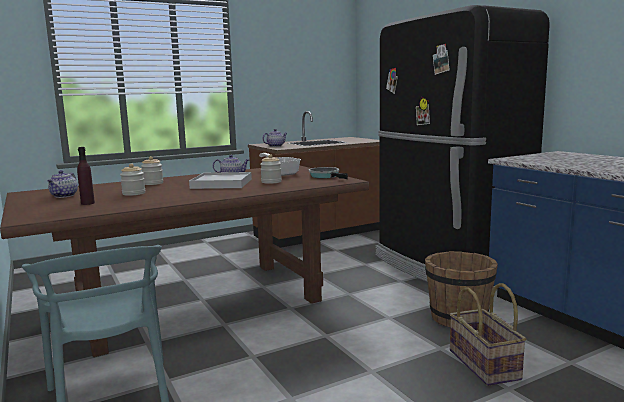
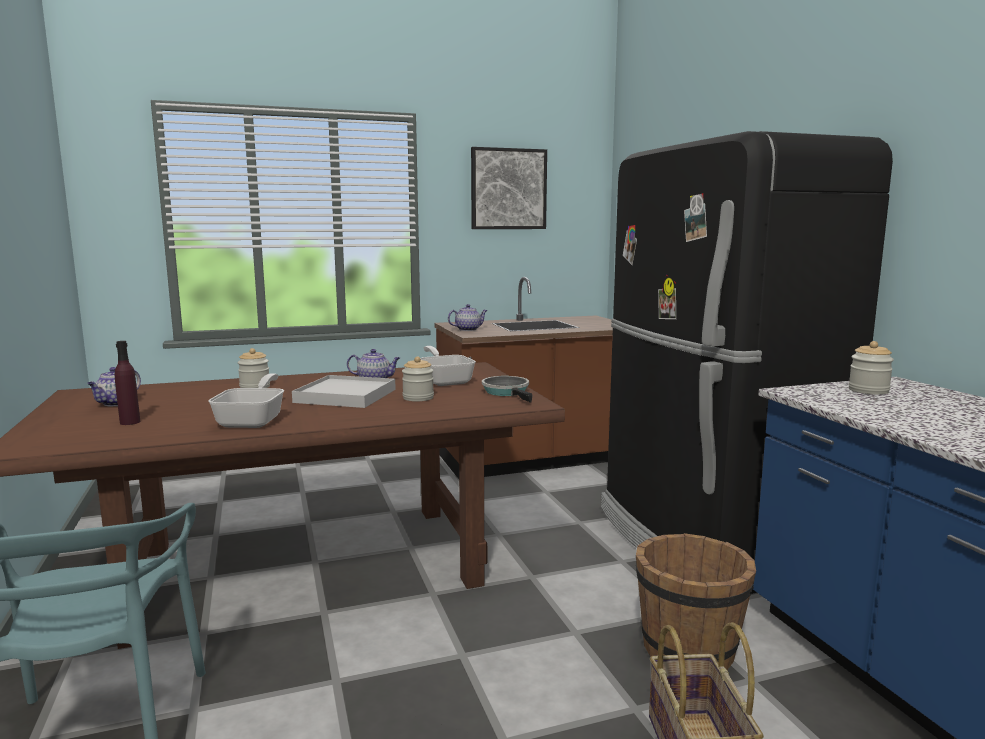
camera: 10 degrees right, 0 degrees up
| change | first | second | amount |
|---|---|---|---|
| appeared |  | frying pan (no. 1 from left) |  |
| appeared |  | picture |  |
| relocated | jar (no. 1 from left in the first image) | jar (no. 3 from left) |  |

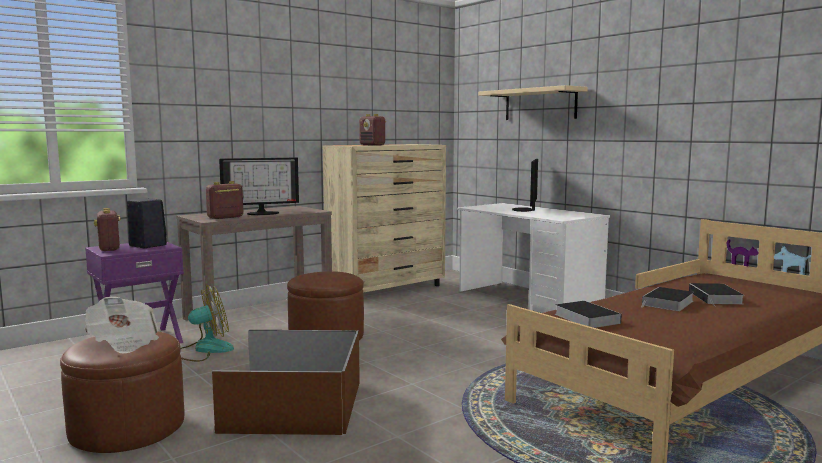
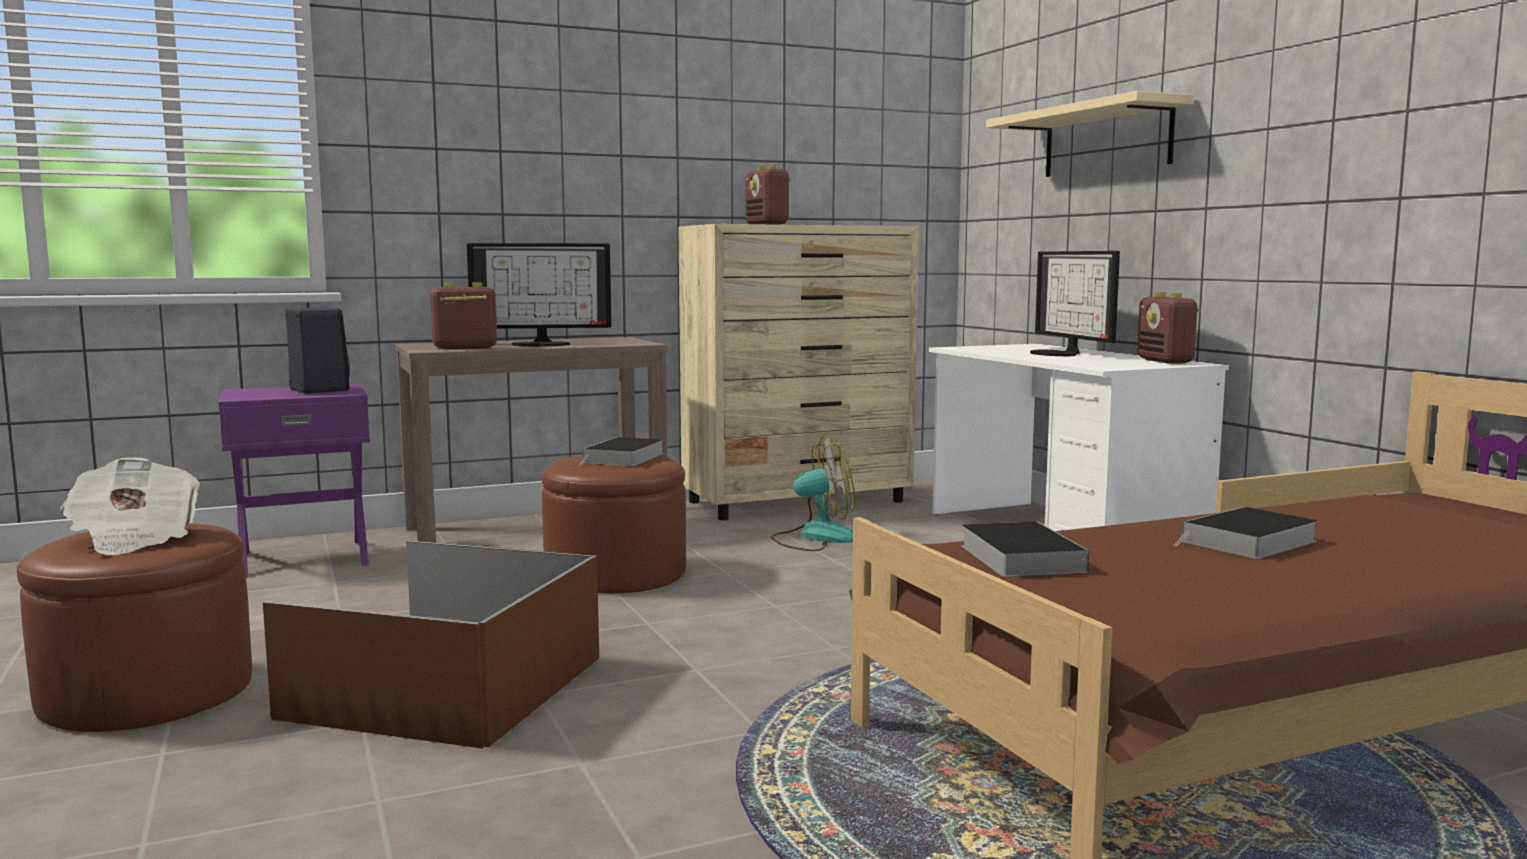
camera: 15 degrees right, 0 degrees up
| change | first | second | amount |
|---|---|---|---|
| relocated | book (no. 3 from left in the first image) | book (no. 1 from left) |  |
| relocated | fan |  |  |
| spun | monitor (no. 2 from left) |  | 45 degrees counterclockwise |
| relocated | radio (no. 1 from left in the first image) | radio (no. 3 from left) |  |

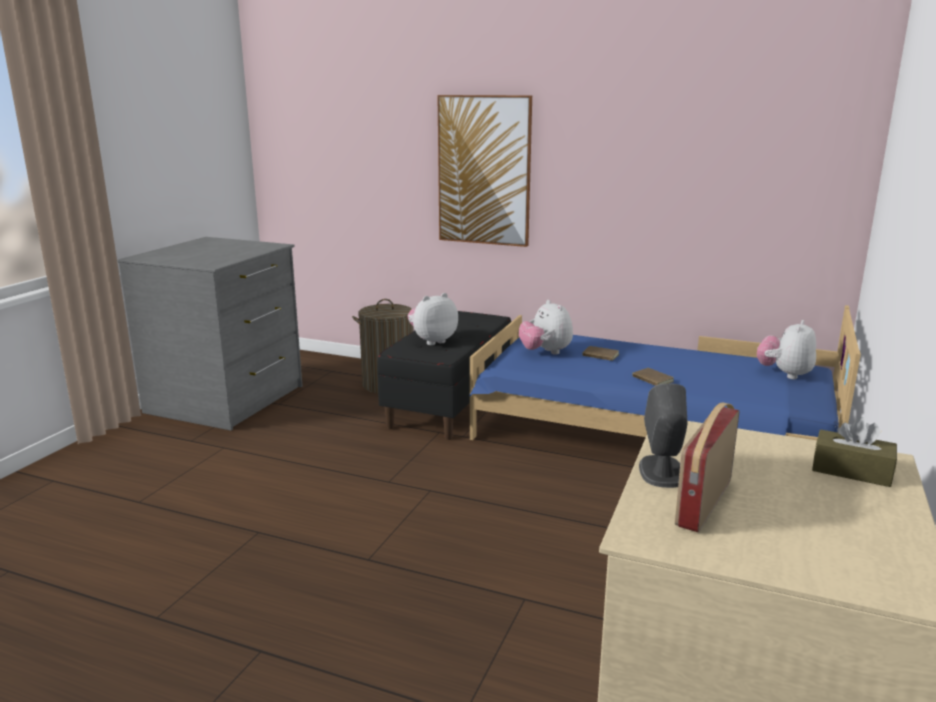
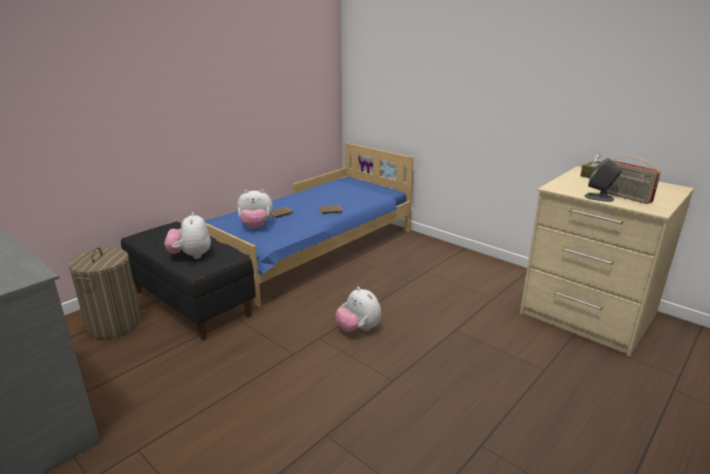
camera: 70 degrees left, 5 degrees up
| change | first | second | amount |
|---|---|---|---|
| relocated | plush toy (no. 3 from left) |  |  |
| missing | picture |  |  |

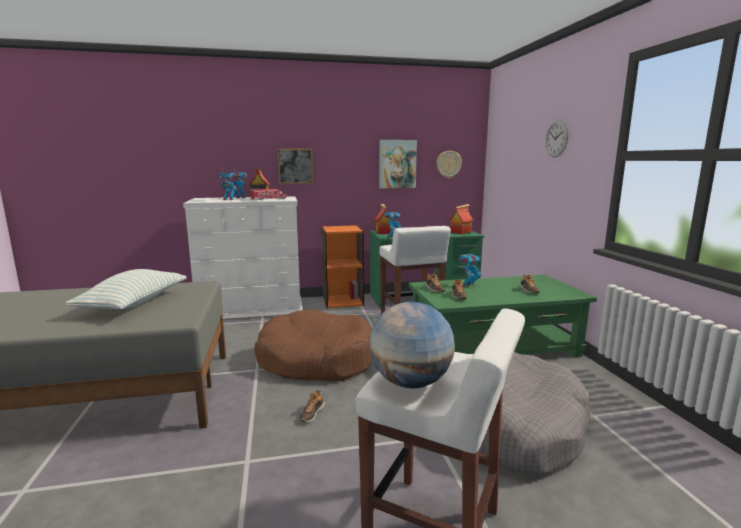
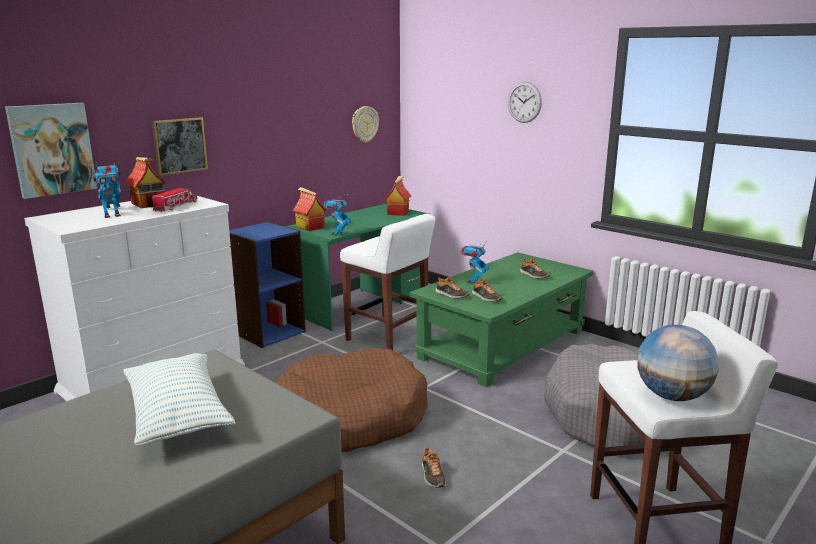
camera: 35 degrees left, 5 degrees up
| change | first | second | amount |
|---|---|---|---|
| relocated | picture (no. 2 from left in the first image) | picture (no. 1 from left) |  |
| colour | orange bookcase | blue bookcase |  |

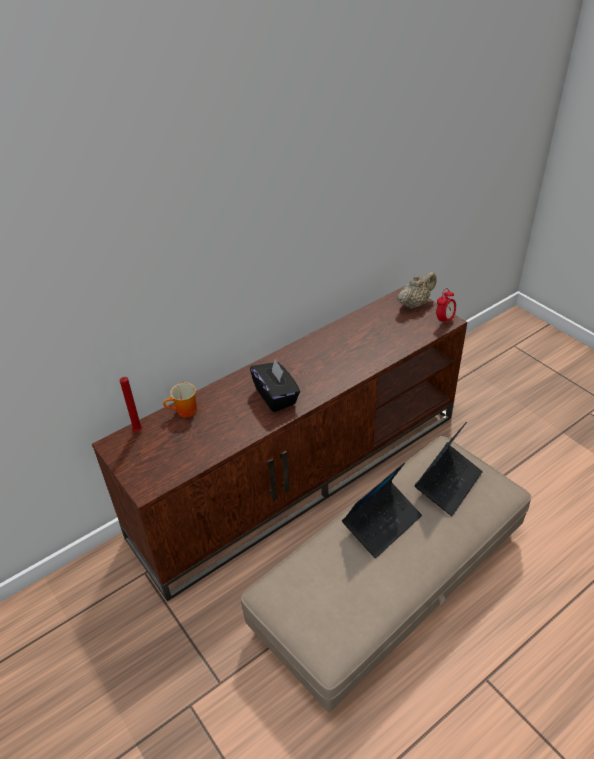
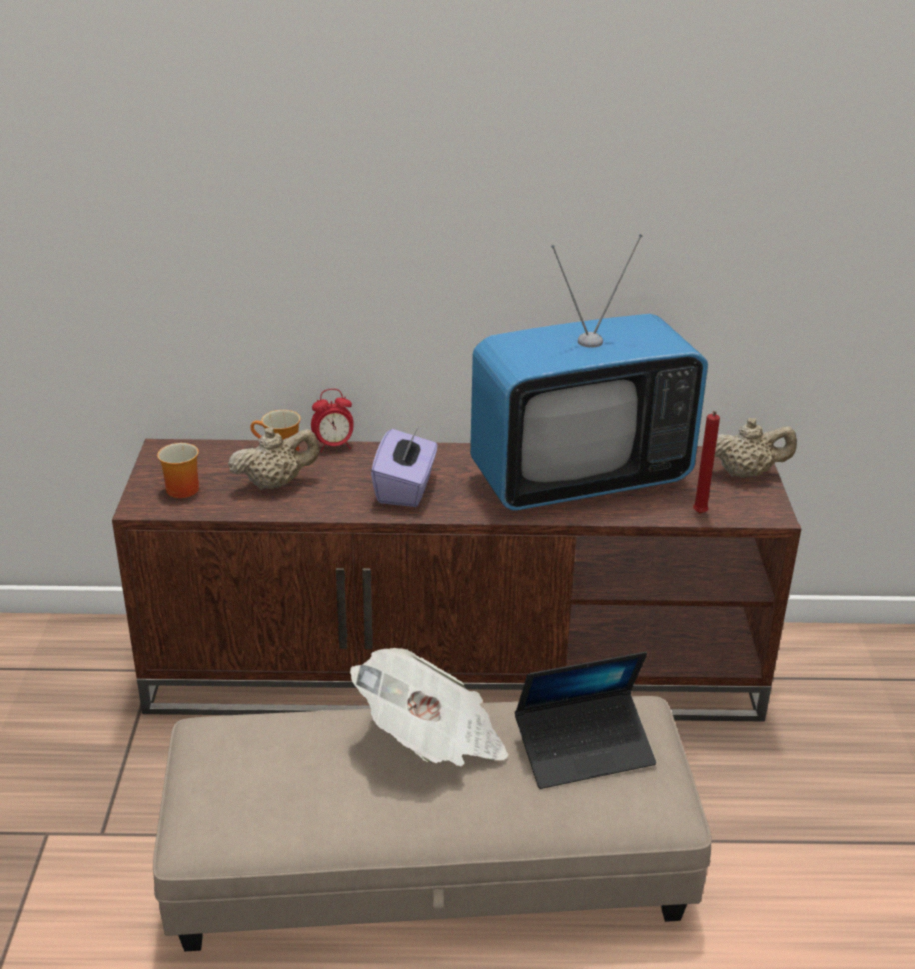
camera: 35 degrees right, 10 degrees down
| change | first | second | amount |
|---|---|---|---|
| appeared |  | mug (no. 1 from left) |  |
| appeared |  | beige teapot (no. 1 from left) |  |
| relocated | alarm clock |  |  |
| exchanged | laptop (no. 1 from left) | newspaper |  |
| colour | black tissue box | purple tissue box |  |
| appeared |  | television |  |
| relocated | red candle |  |  |

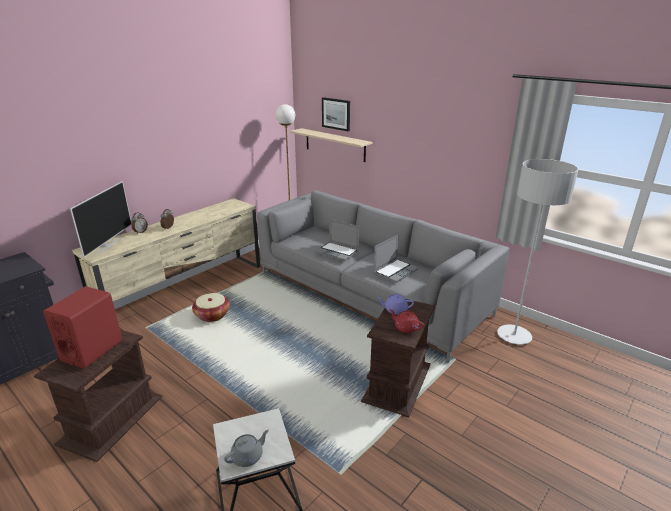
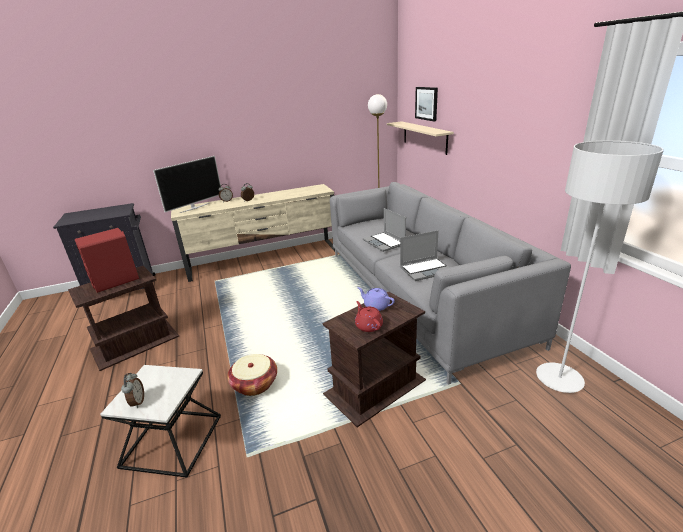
camera: 30 degrees right, 0 degrees up
| change | first | second | amount |
|---|---|---|---|
| exchanged | grey teapot | alarm clock (no. 1 from left) |  |
| relocated | basket |  |  |

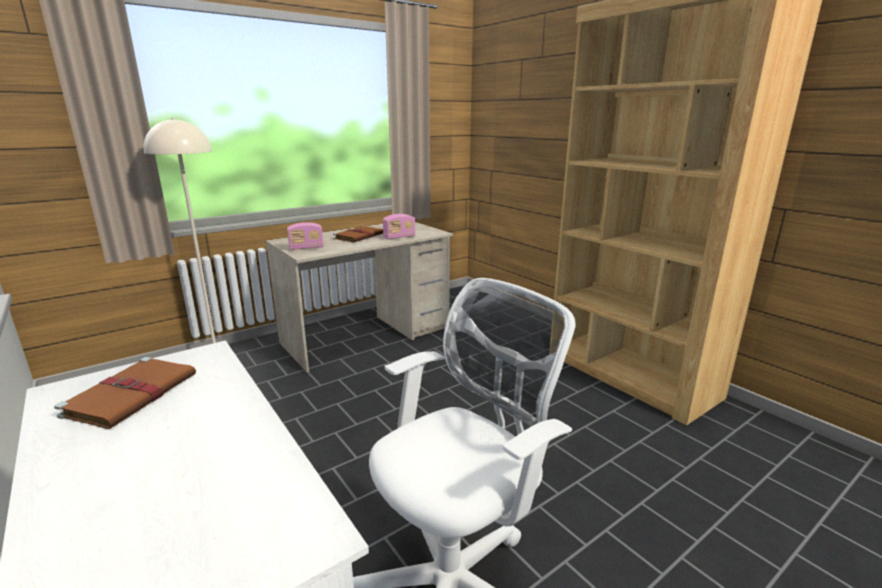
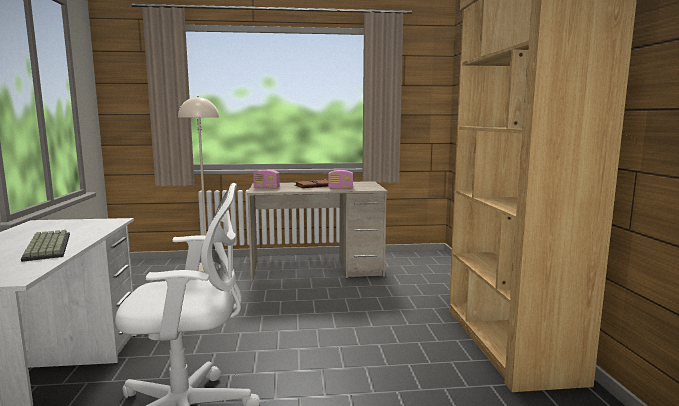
camera: 30 degrees right, 10 degrees down
| change | first | second | amount |
|---|---|---|---|
| appeared |  | keyboard |  |
| missing | brown book (no. 1 from left) |  |  |

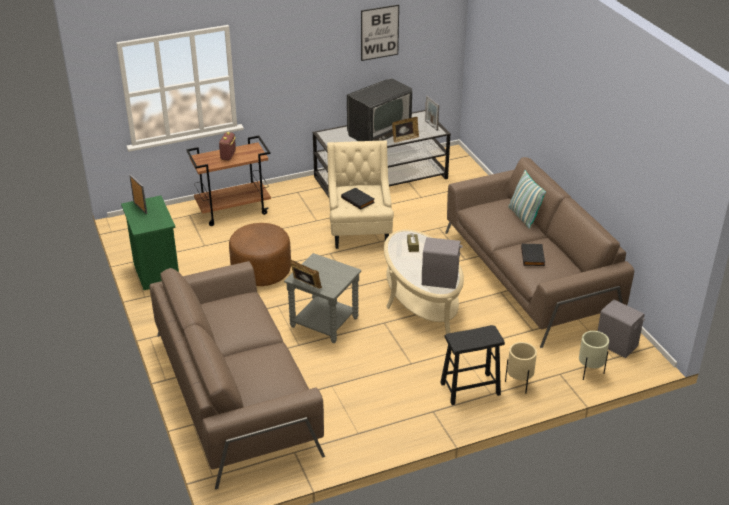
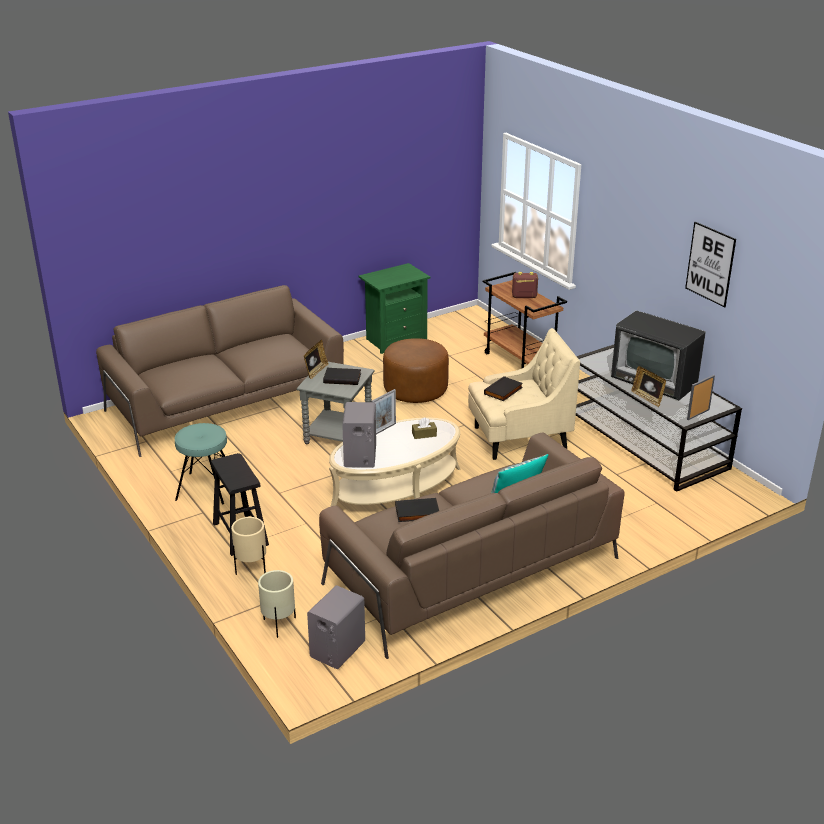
camera: 80 degrees right, 5 degrees down
| change | first | second | amount |
|---|---|---|---|
| appeared |  | turquoise stool |  |
| appeared |  | black book (no. 1 from left) |  |
| relocated | picture frame (no. 1 from left in the first image) | picture frame (no. 2 from left) |  |

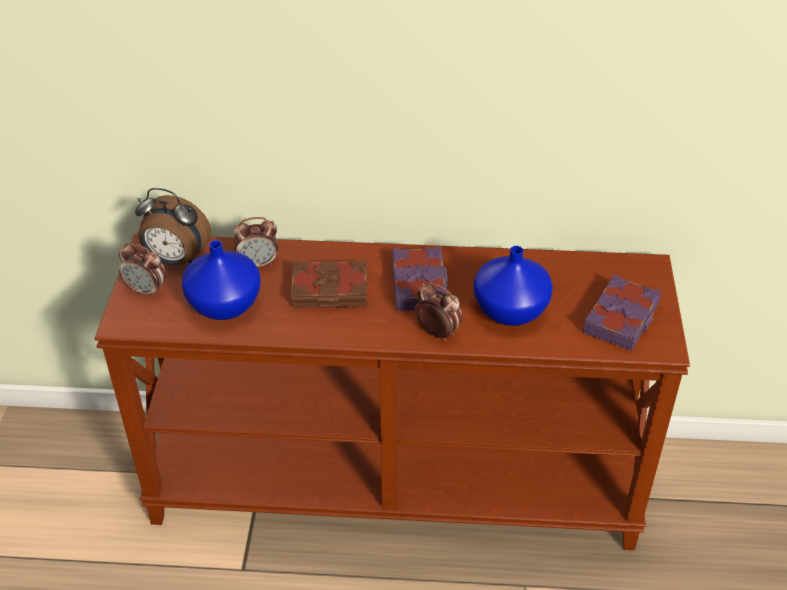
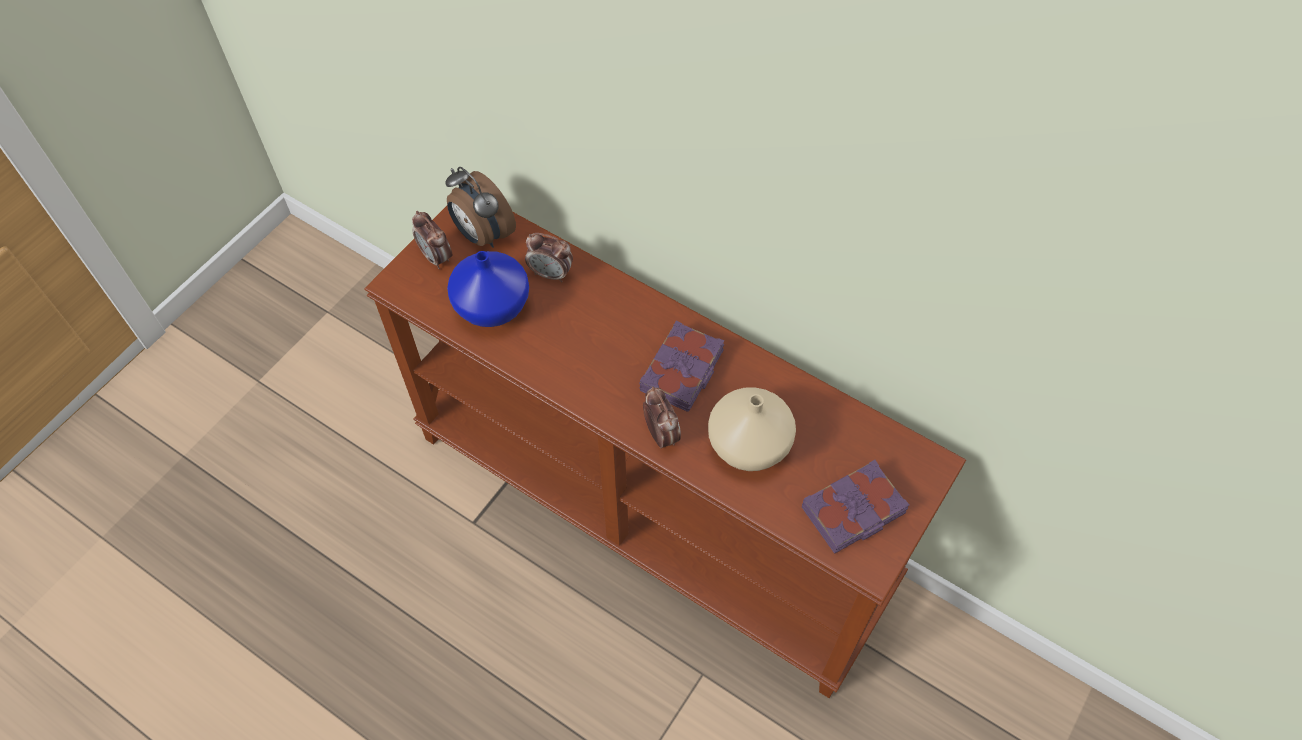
camera: 30 degrees right, 15 degrees up
| change | first | second | amount |
|---|---|---|---|
| colour | blue vase (no. 2 from left) | beige vase |  |
| missing | brown book |  |  |

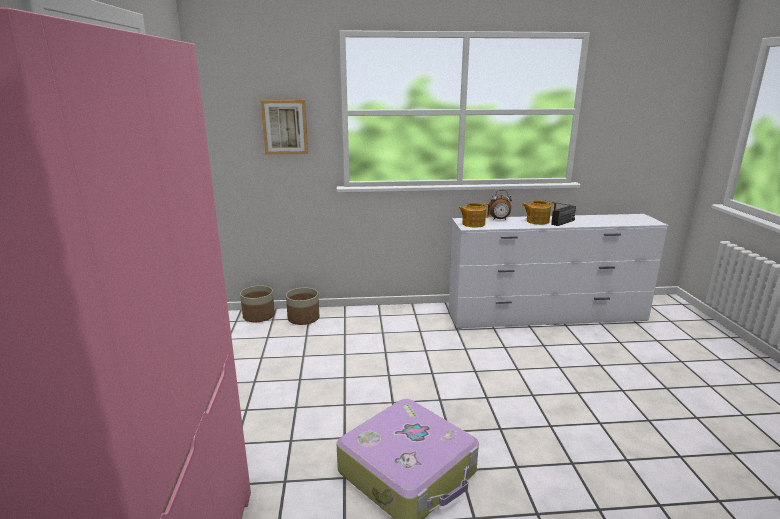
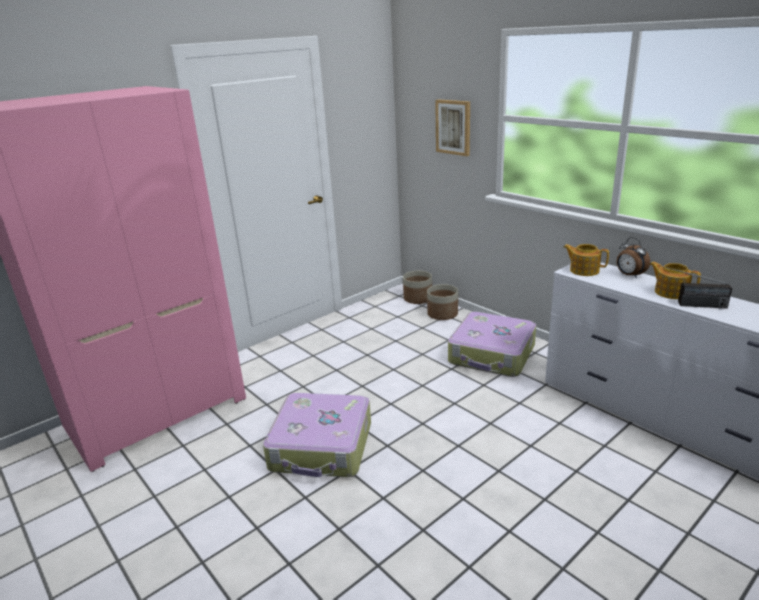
camera: 55 degrees right, 5 degrees up
| change | first | second | amount |
|---|---|---|---|
| appeared |  | suitcase (no. 2 from left) |  |

